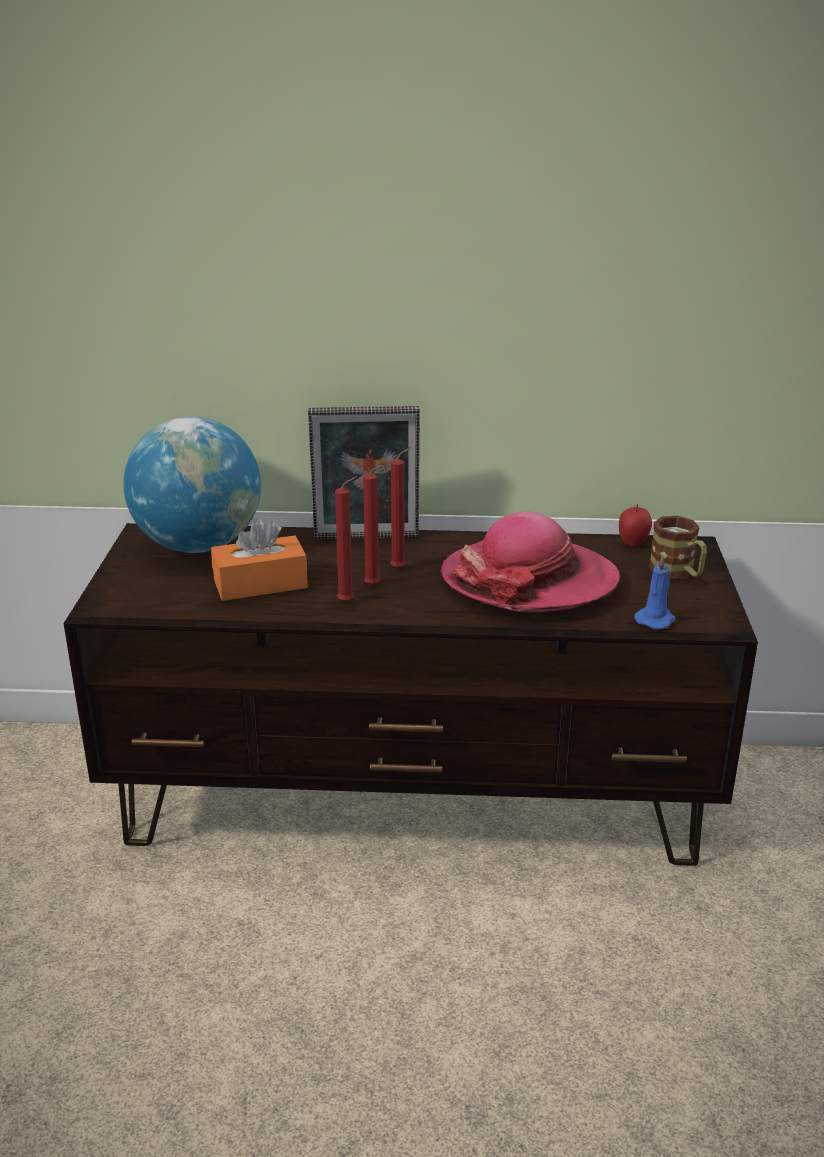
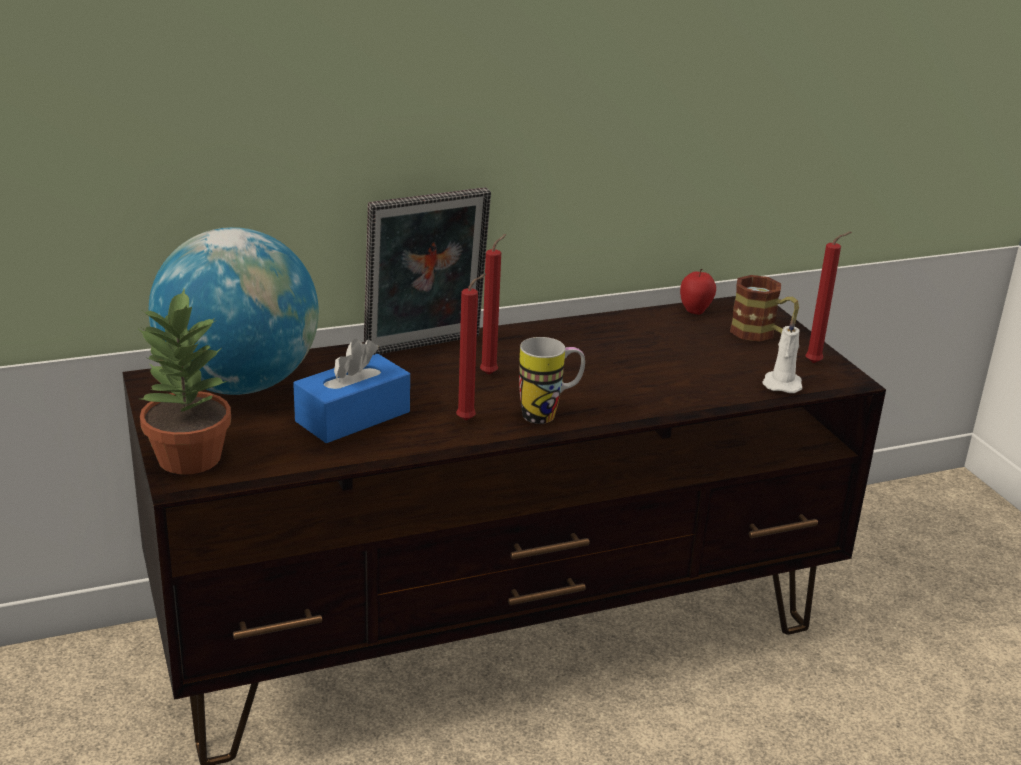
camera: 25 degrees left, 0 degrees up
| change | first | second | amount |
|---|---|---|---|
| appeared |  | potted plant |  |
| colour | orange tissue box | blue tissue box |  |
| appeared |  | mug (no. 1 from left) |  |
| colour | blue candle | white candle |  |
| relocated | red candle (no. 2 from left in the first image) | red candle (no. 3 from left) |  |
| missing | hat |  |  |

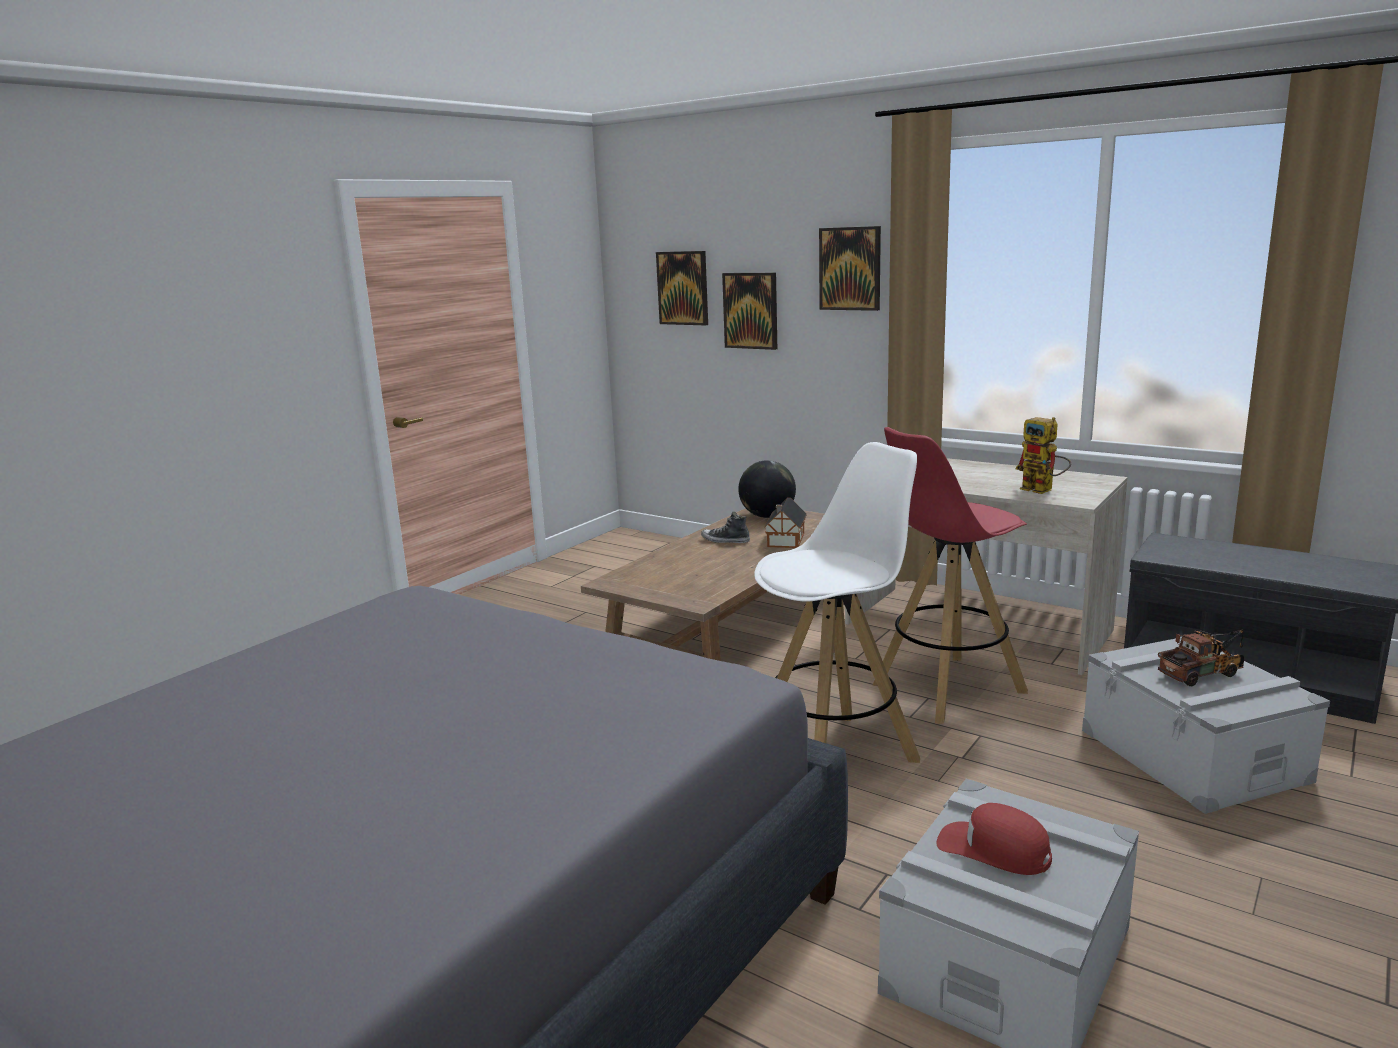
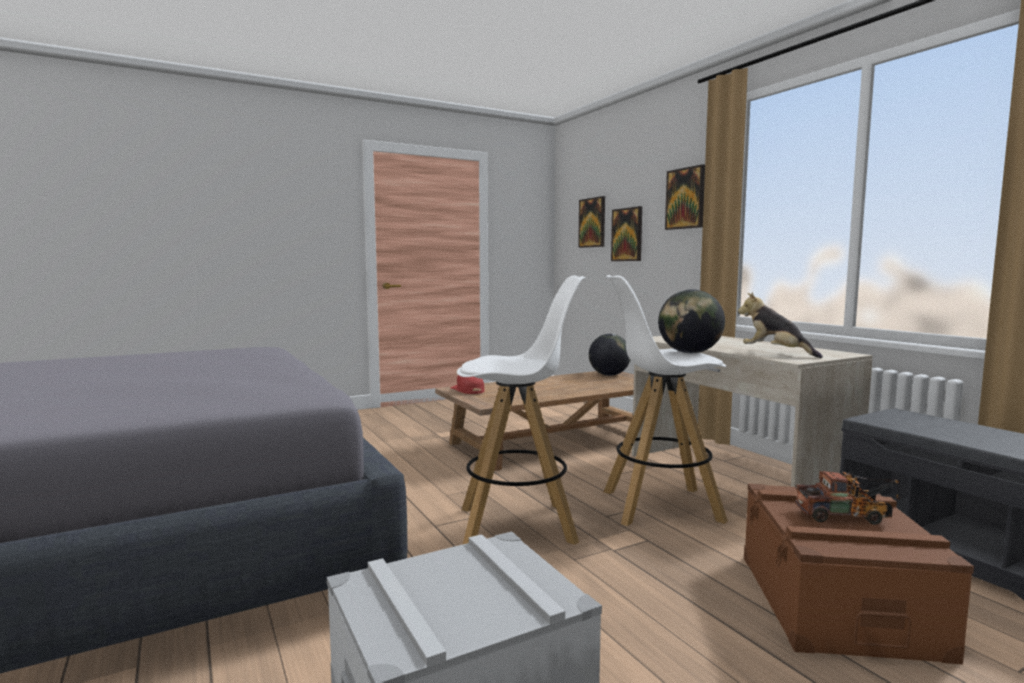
camera: 25 degrees right, 10 degrees down
| change | first | second | amount |
|---|---|---|---|
| relocated | red cap |  |  |
| colour | red stool | white stool (no. 2 from left) |  |
| appeared |  | globe (no. 2 from left) |  |
| exchanged | toy robot | plush toy |  |
| colour | grey storage box (no. 2 from left) | brown storage box |  |
| missing | shoe |  |  |
| missing | toy house |  |  |

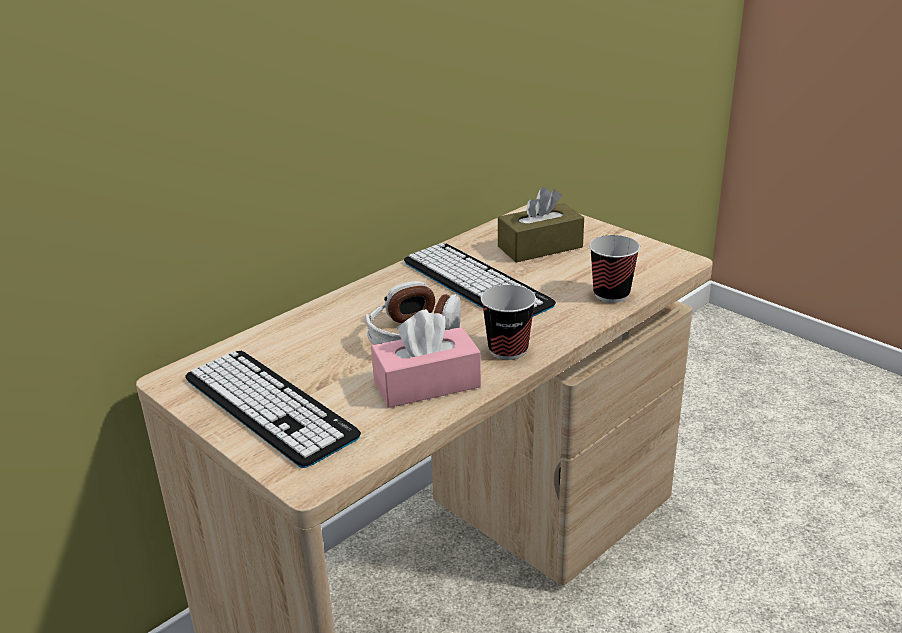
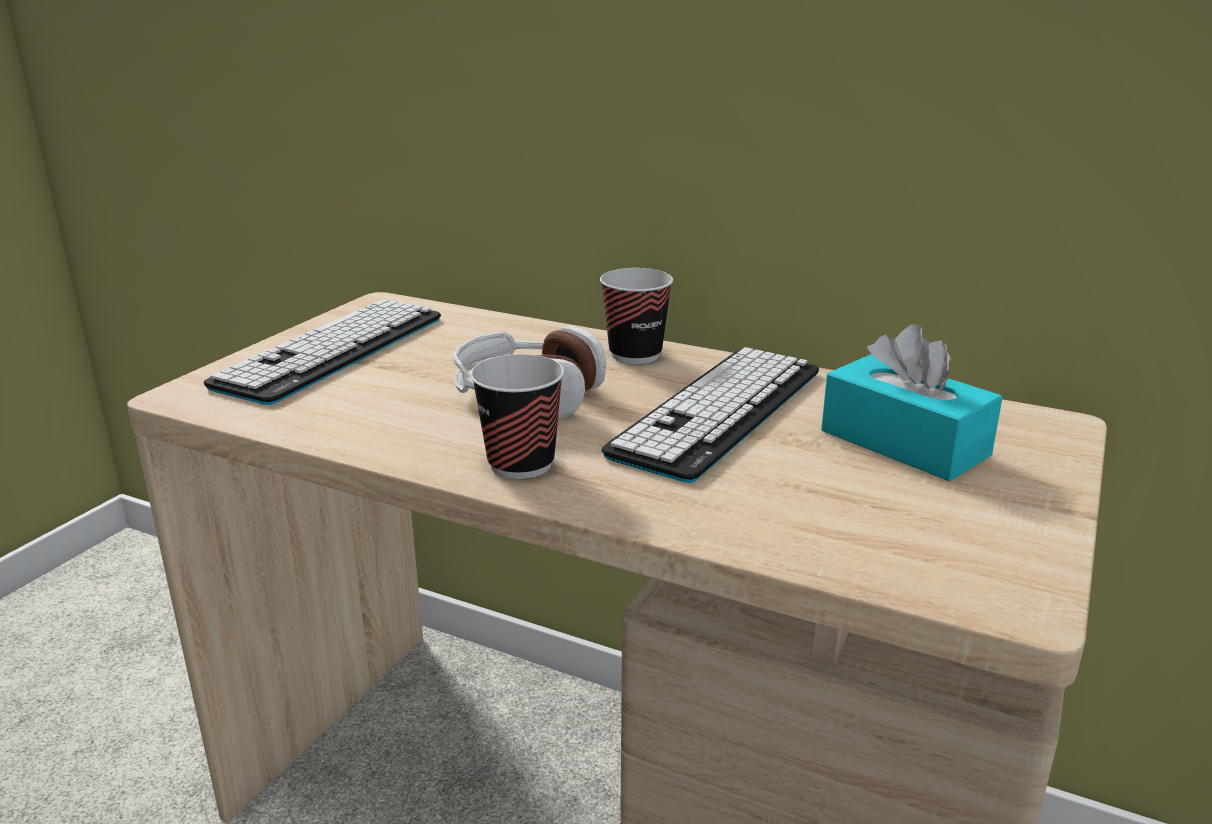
camera: 70 degrees right, 5 degrees down
| change | first | second | amount |
|---|---|---|---|
| relocated | cup (no. 2 from left) |  |  |
| colour | brown tissue box | turquoise tissue box |  |
| missing | pink tissue box |  |  |

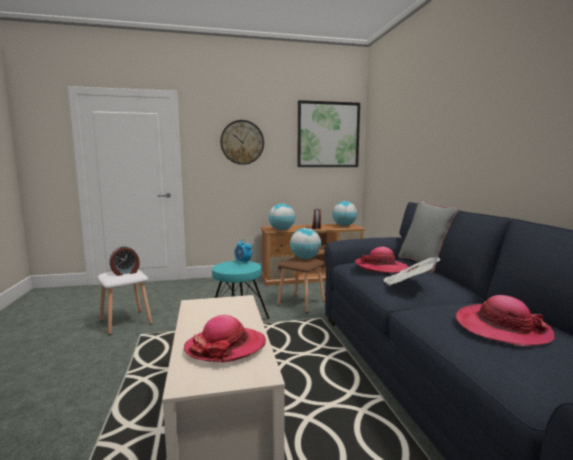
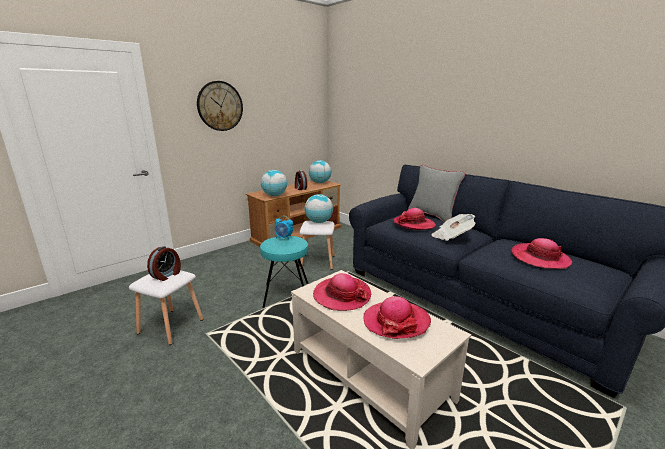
camera: 30 degrees left, 10 degrees up
| change | first | second | amount |
|---|---|---|---|
| colour | brown stool | white stool (no. 2 from left) |  |
| appeared |  | hat (no. 1 from left) |  |
| missing | picture |  |  |

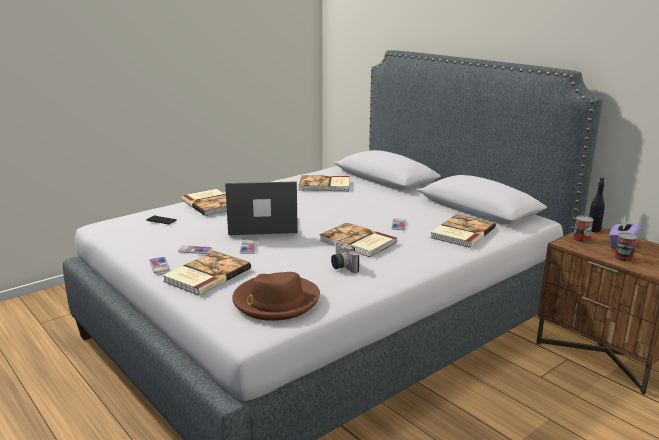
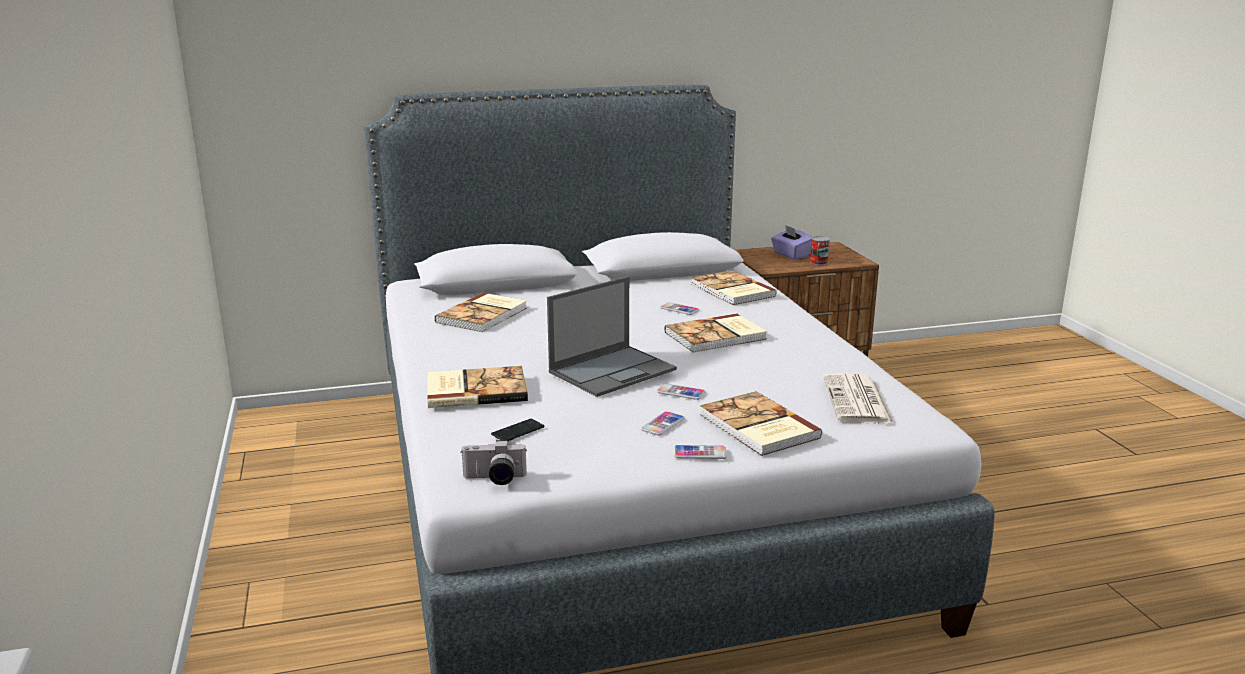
camera: 65 degrees left, 0 degrees up
| change | first | second | amount |
|---|---|---|---|
| relocated | photo camera |  |  |
| spun | laptop |  | 150 degrees counterclockwise |
| exchanged | brown hat | newspaper |  |
| missing | can (no. 1 from left) |  |  |
| missing | black bottle |  |  |

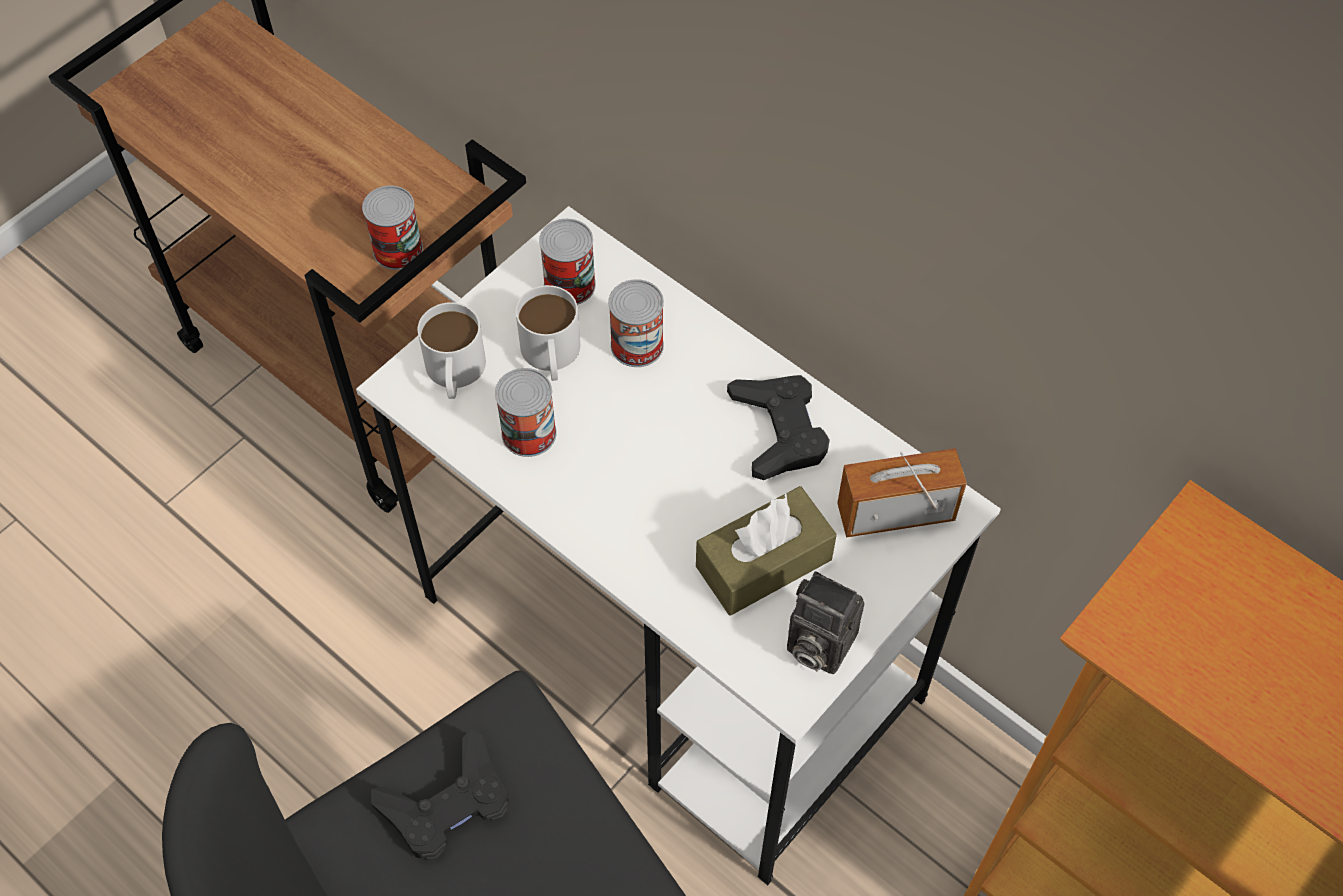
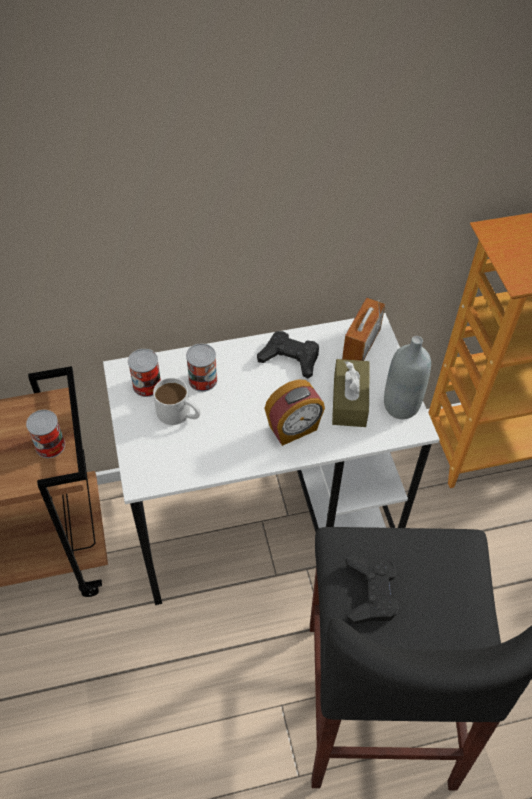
camera: 55 degrees left, 5 degrees down
| change | first | second | amount |
|---|---|---|---|
| appeared |  | alarm clock |  |
| exchanged | photo camera | grey bottle |  |
| missing | white mug (no. 1 from left) |  |  |
| missing | can (no. 2 from left) |  |  |

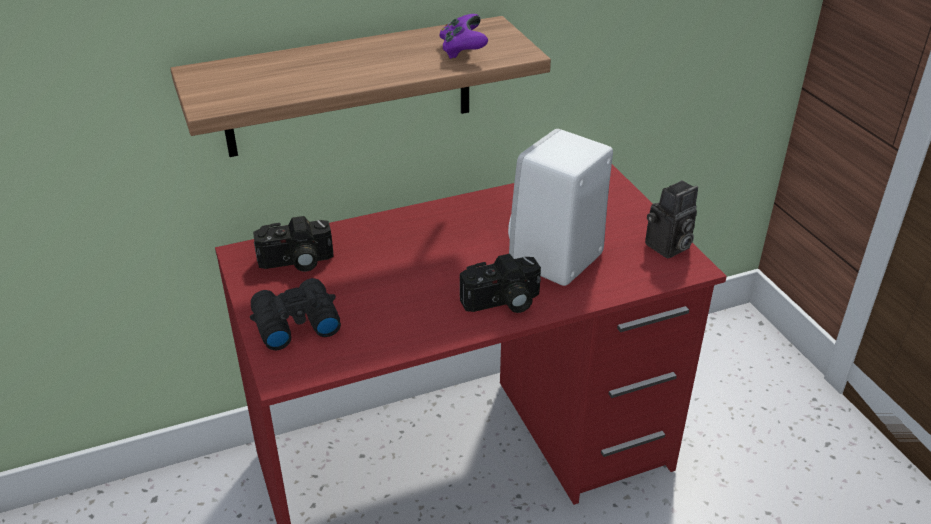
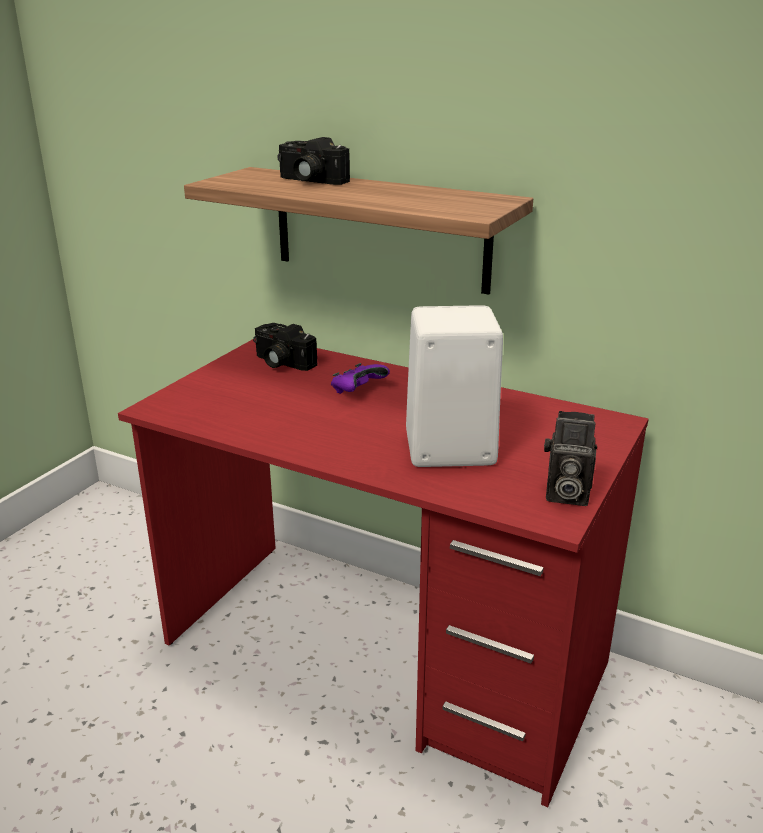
camera: 50 degrees right, 10 degrees down
| change | first | second | amount |
|---|---|---|---|
| relocated | photo camera (no. 2 from left) |  |  |
| relocated | purple game controller |  |  |
| missing | black binoculars |  |  |

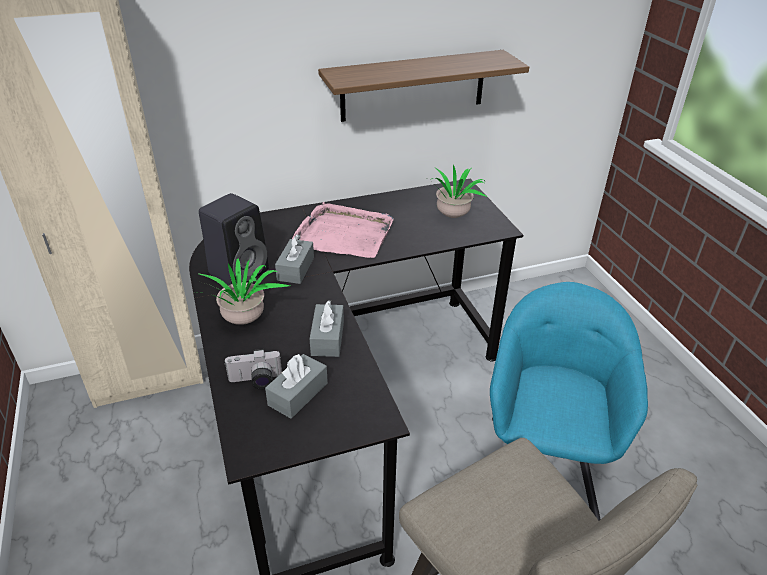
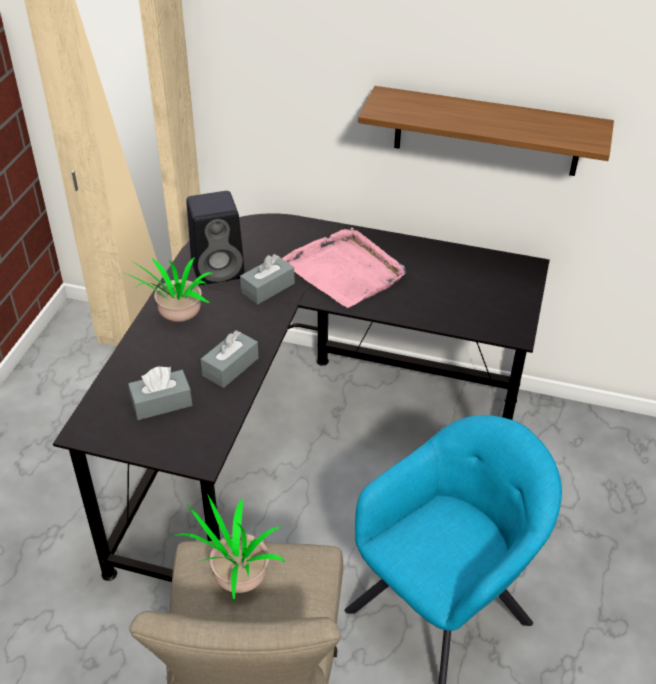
camera: 35 degrees right, 5 degrees up
| change | first | second | amount |
|---|---|---|---|
| relocated | potted plant (no. 2 from left) |  |  |
| missing | photo camera |  |  |

